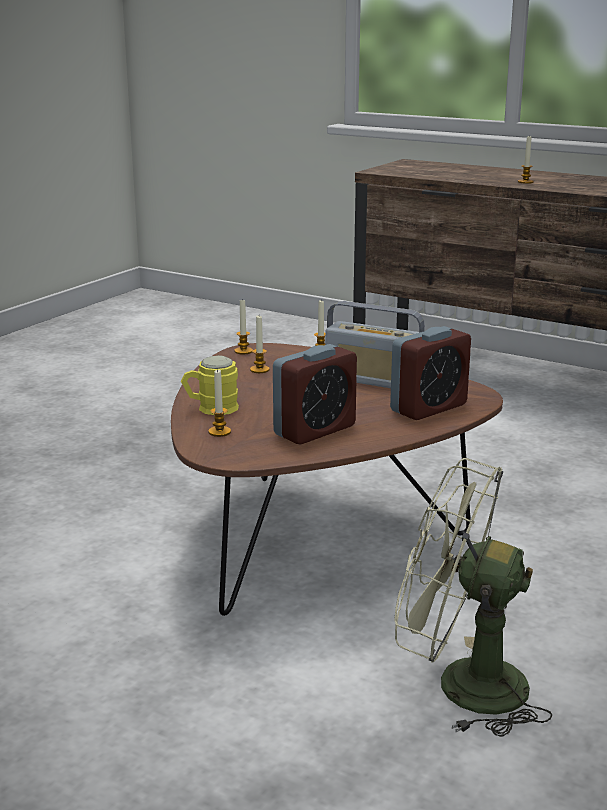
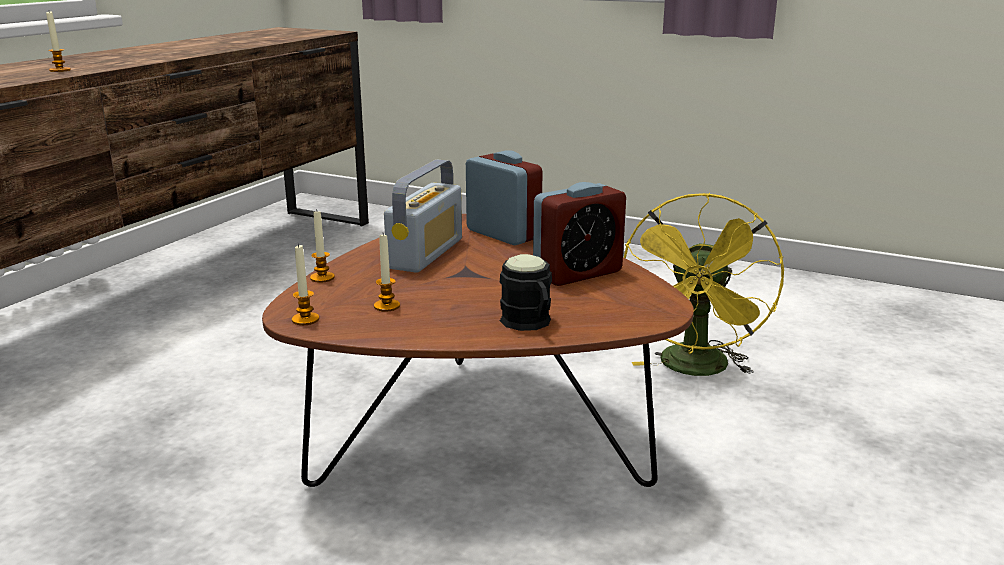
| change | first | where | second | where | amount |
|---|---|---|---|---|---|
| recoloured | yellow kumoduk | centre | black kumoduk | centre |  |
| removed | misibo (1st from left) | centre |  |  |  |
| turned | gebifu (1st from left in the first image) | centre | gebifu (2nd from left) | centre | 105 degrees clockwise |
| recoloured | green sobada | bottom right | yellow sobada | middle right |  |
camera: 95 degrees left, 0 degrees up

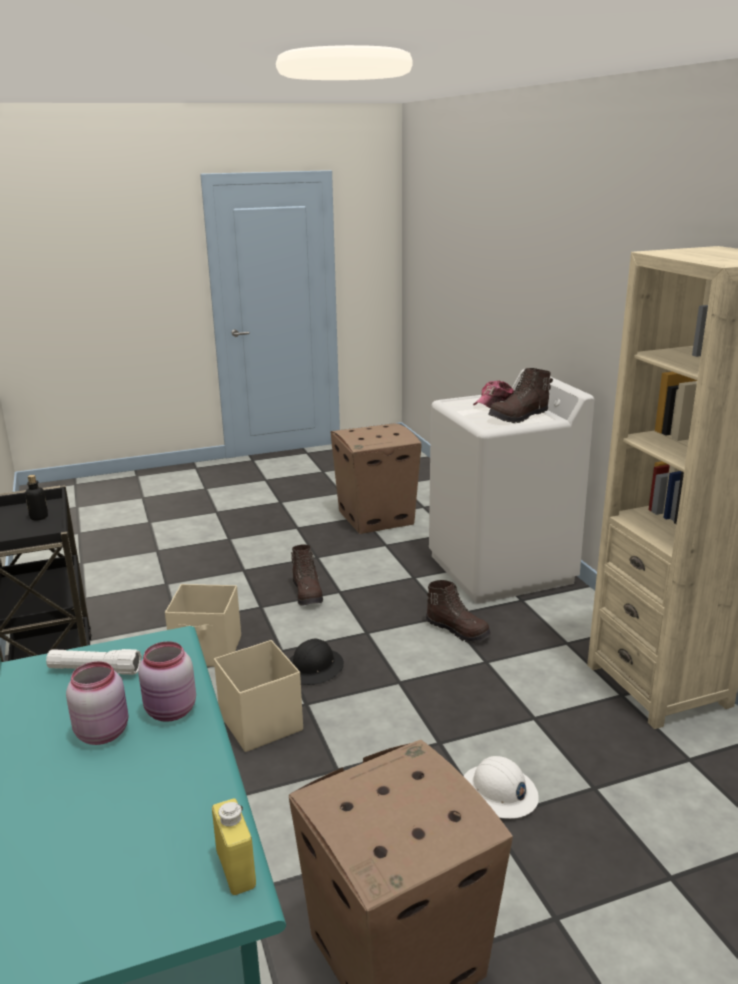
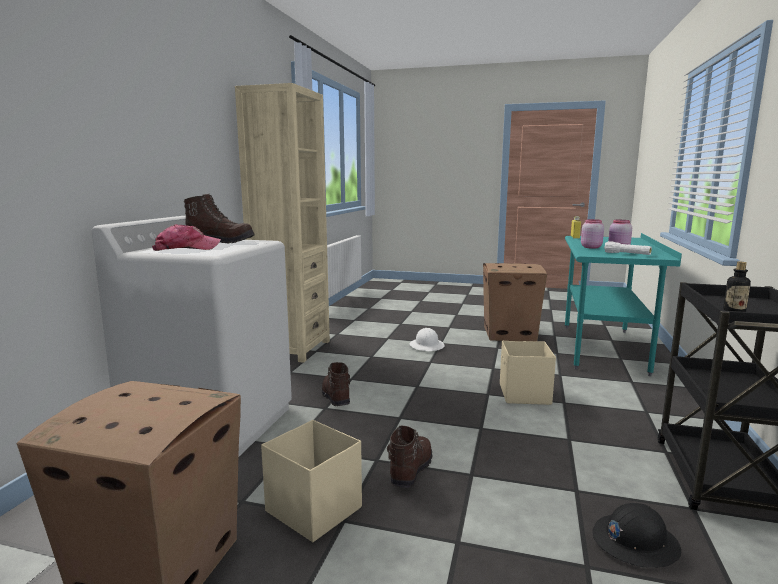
| change | first | where | second | where | amount |
|---|---|---|---|---|---|
| moved | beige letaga (1st from left) | middle left |  | bottom centre |  |
| moved | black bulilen | bottom centre |  | bottom right |  |
camera: 145 degrees left, 10 degrees down

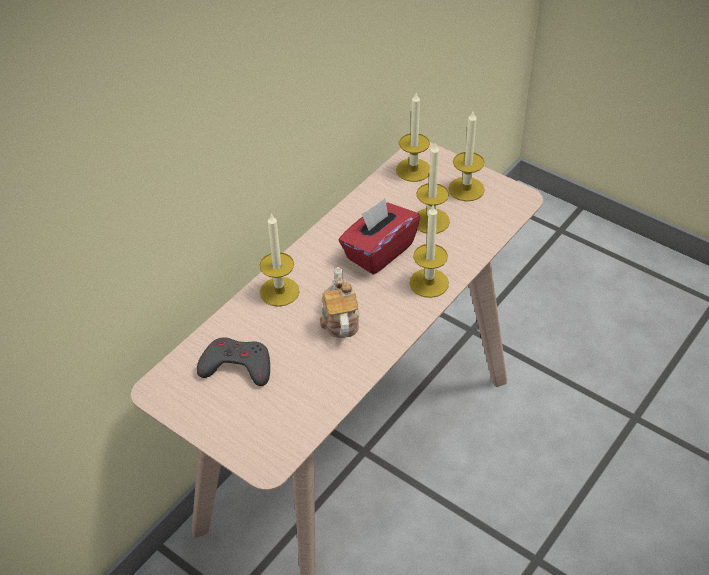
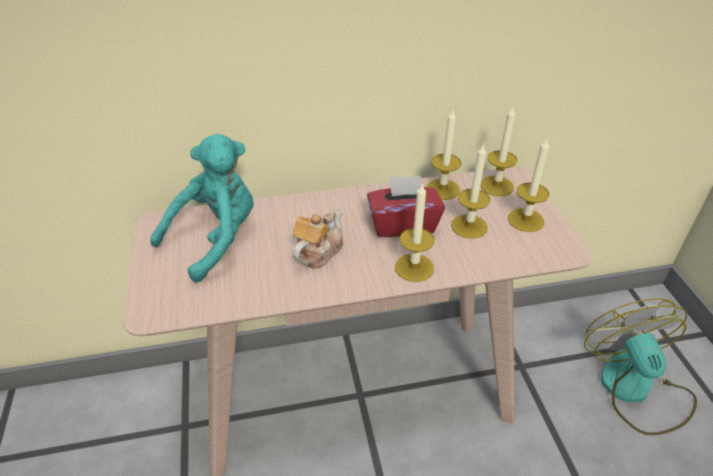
| change | first | where | second | where | amount |
|---|---|---|---|---|---|
| replaced | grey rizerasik | middle left | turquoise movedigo | middle left |  |
| moved | misibo (1st from left in the first image) | centre | misibo (2nd from left) | top centre |  |
| added |  |  | sobada | bottom right |  |
camera: 40 degrees right, 5 degrees down

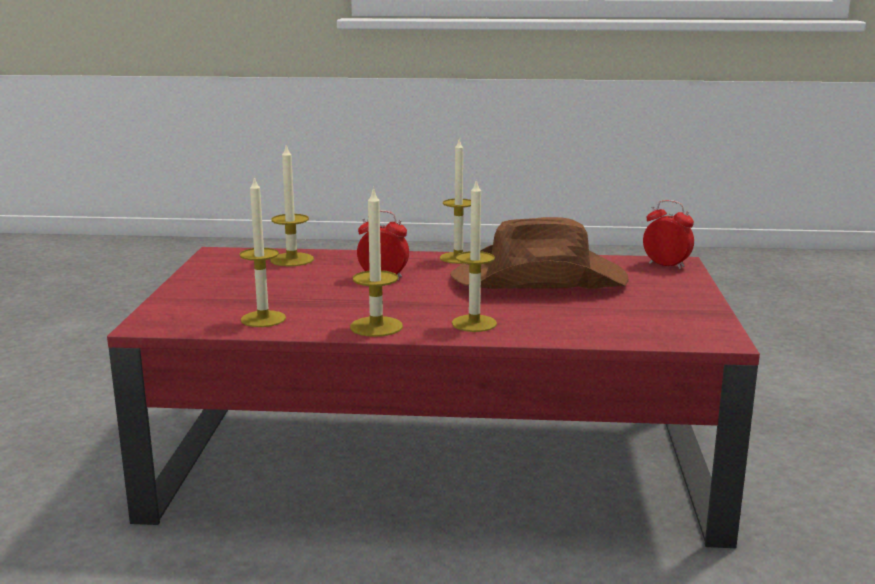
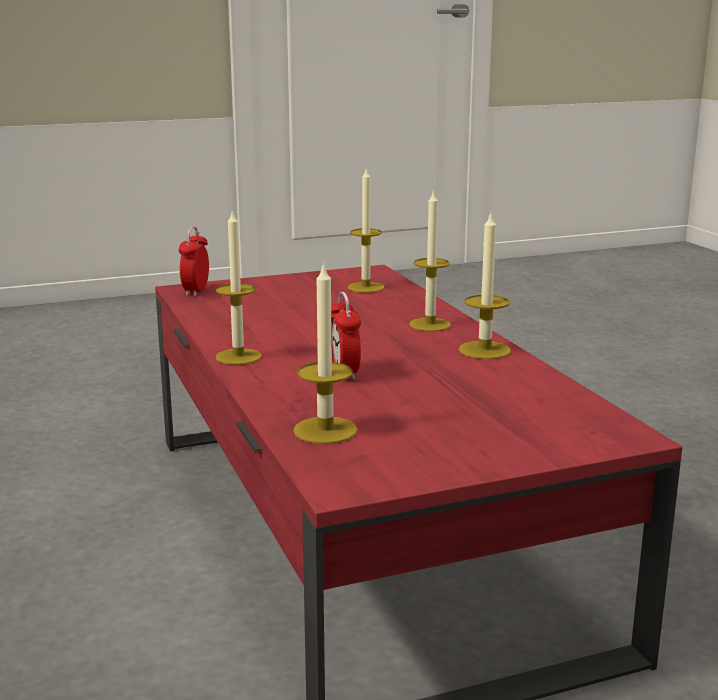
| change | first | where | second | where | amount |
|---|---|---|---|---|---|
| moved | misibo (1st from left in the first image) | middle left | misibo (3rd from left) | top centre |  |
| removed | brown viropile | centre |  |  |  |
camera: 115 degrees left, 0 degrees up

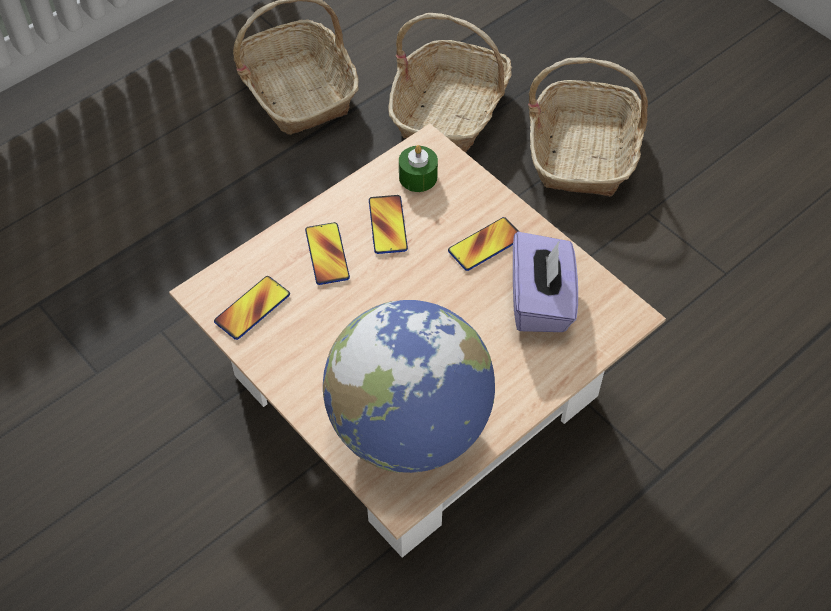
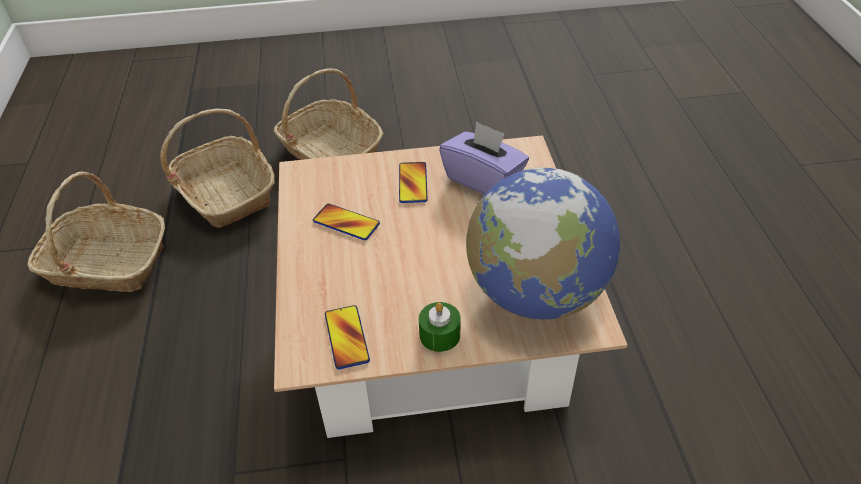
| change | first | where | second | where | amount |
|---|---|---|---|---|---|
| removed | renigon (2nd from left) | centre |  |  |  |
| moved | green misibo | top centre |  | bottom centre |  |
camera: 55 degrees left, 10 degrees down

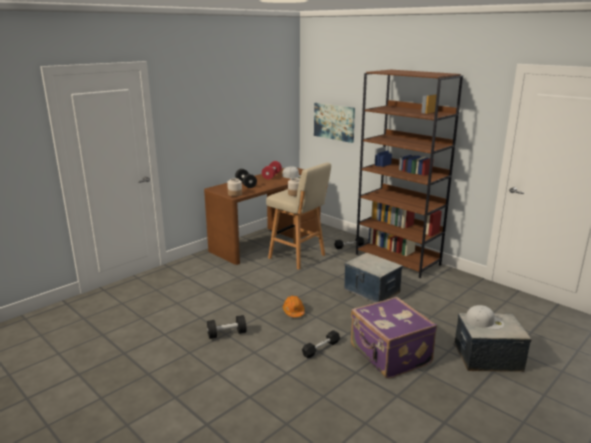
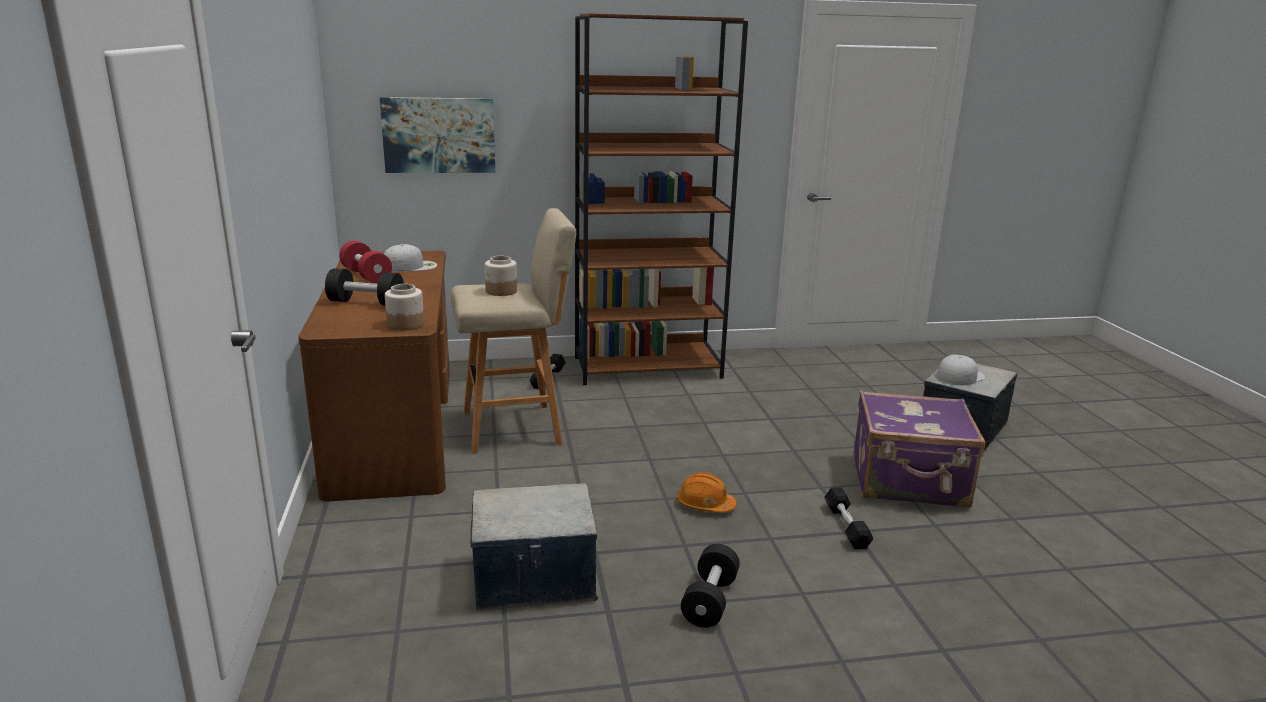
| change | first | where | second | where | amount |
|---|---|---|---|---|---|
| moved | letaga (1st from left) | centre |  | bottom centre |  |
camera: 55 degrees left, 0 degrees up

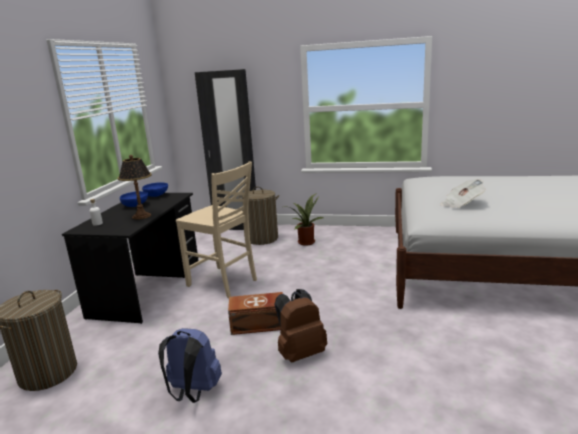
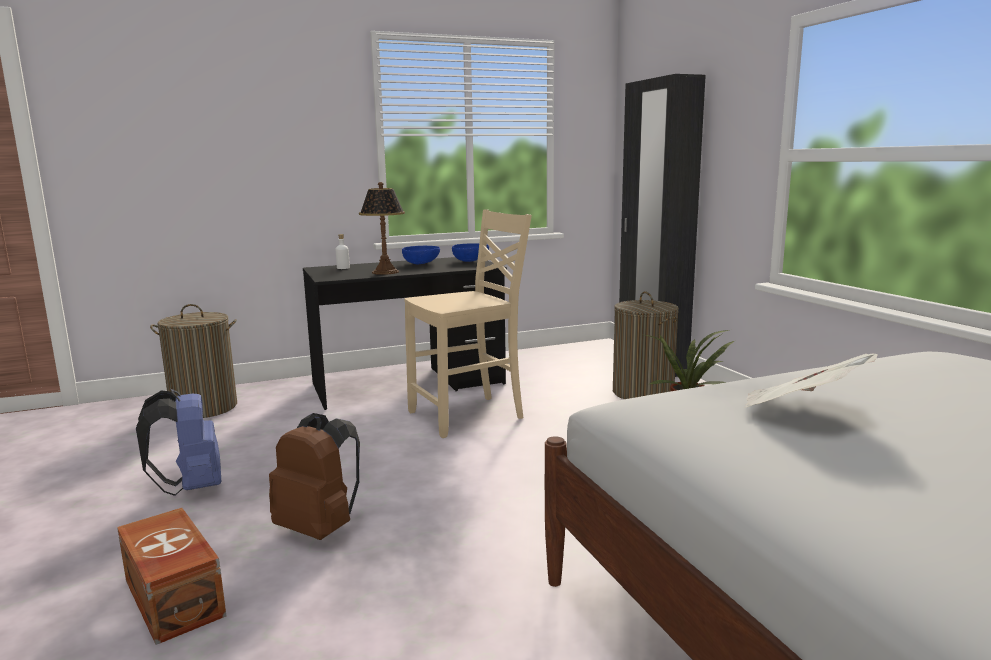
| change | first | where | second | where | amount |
|---|---|---|---|---|---|
| turned | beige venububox | centre |  | centre | 120 degrees counterclockwise |
| moved | brown letaga | bottom centre |  | bottom left |  |
camera: 55 degrees right, 5 degrees down

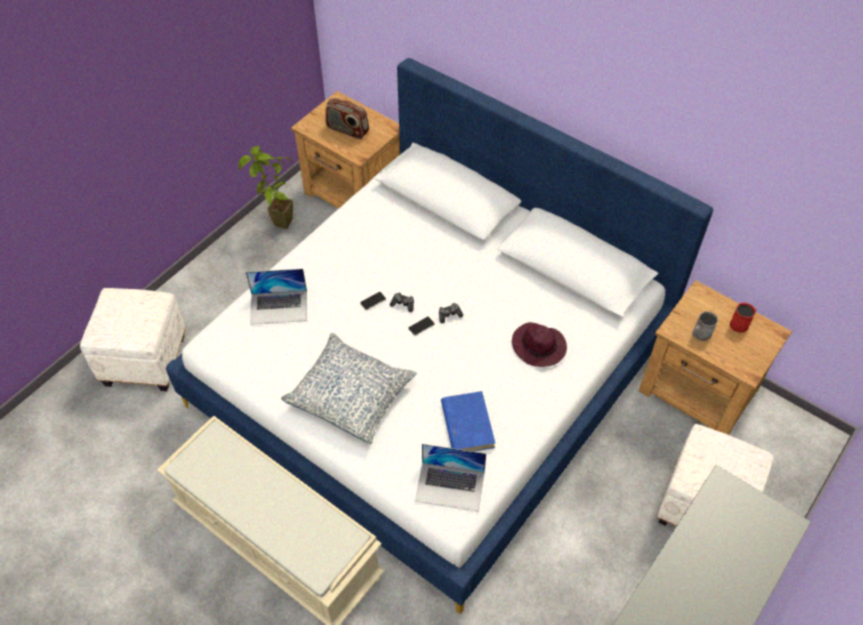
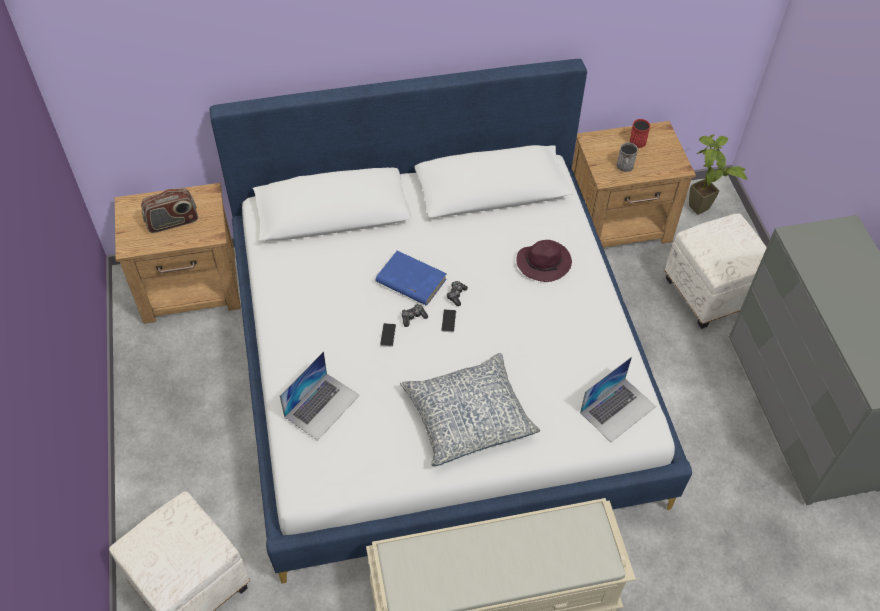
| change | first | where | second | where | amount |
|---|---|---|---|---|---|
| moved | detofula | top left |  | top right |  |
| moved | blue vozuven | bottom centre |  | centre |  |
camera: 50 degrees left, 0 degrees up

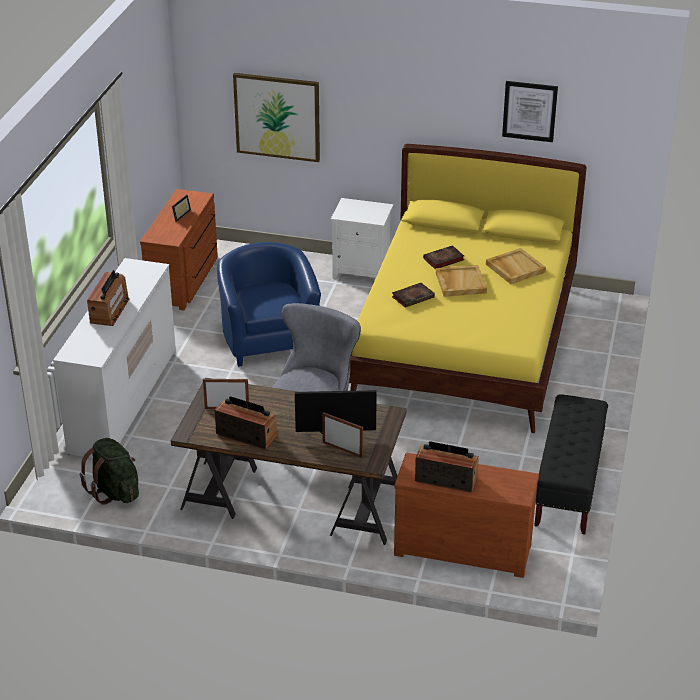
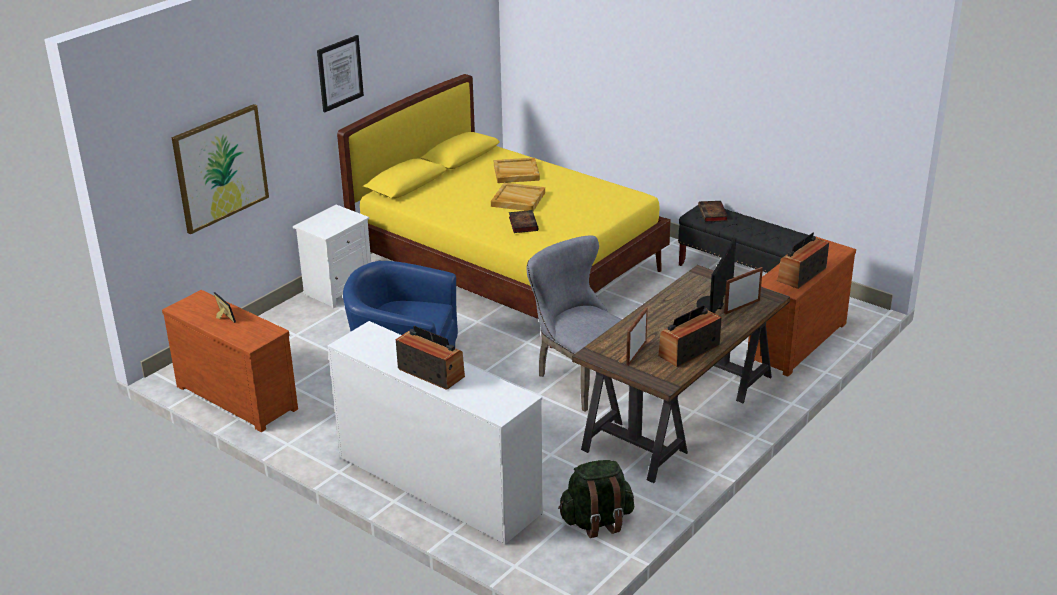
| change | first | where | second | where | amount |
|---|---|---|---|---|---|
| moved | vozuven (2nd from left) | centre |  | middle right |  |
| moved | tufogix (2nd from left) | top right |  | top left |  |
camera: 65 degrees left, 5 degrees down

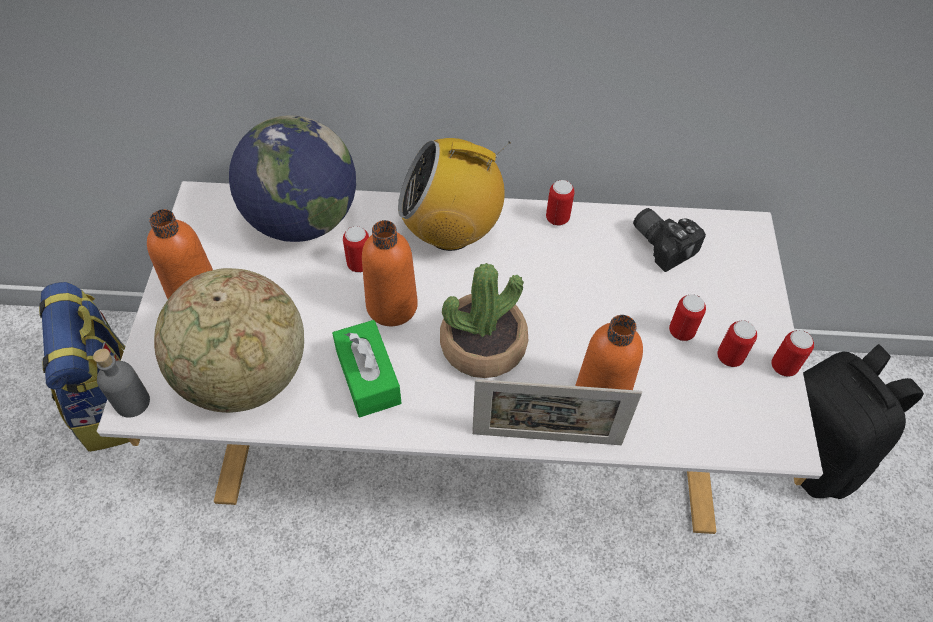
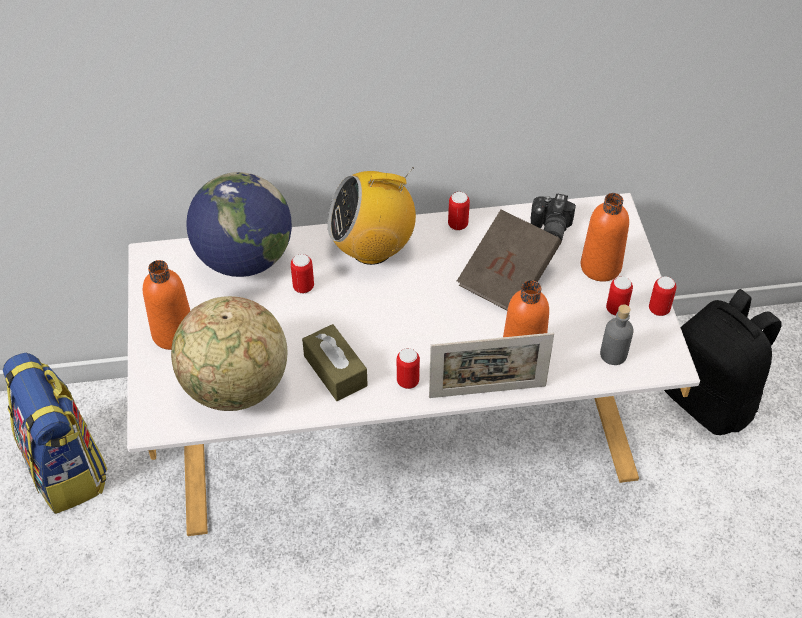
| change | first | where | second | where | amount |
|---|---|---|---|---|---|
| moved | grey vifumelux | middle left |  | middle right |  |
| recoloured | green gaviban | centre | brown gaviban | centre |  |
| moved | orange vifumelux (2nd from left in the first image) | centre | orange vifumelux (3rd from left) | middle right |  |
| removed | detofula | centre |  |  |  |
| turned | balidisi | middle right |  | middle right | 120 degrees counterclockwise |
| moved | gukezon (3rd from left in the first image) | middle right | gukezon (2nd from left) | centre |  |
| added |  |  | brown vozuven | centre |  |
camera: 10 degrees left, 5 degrees down

